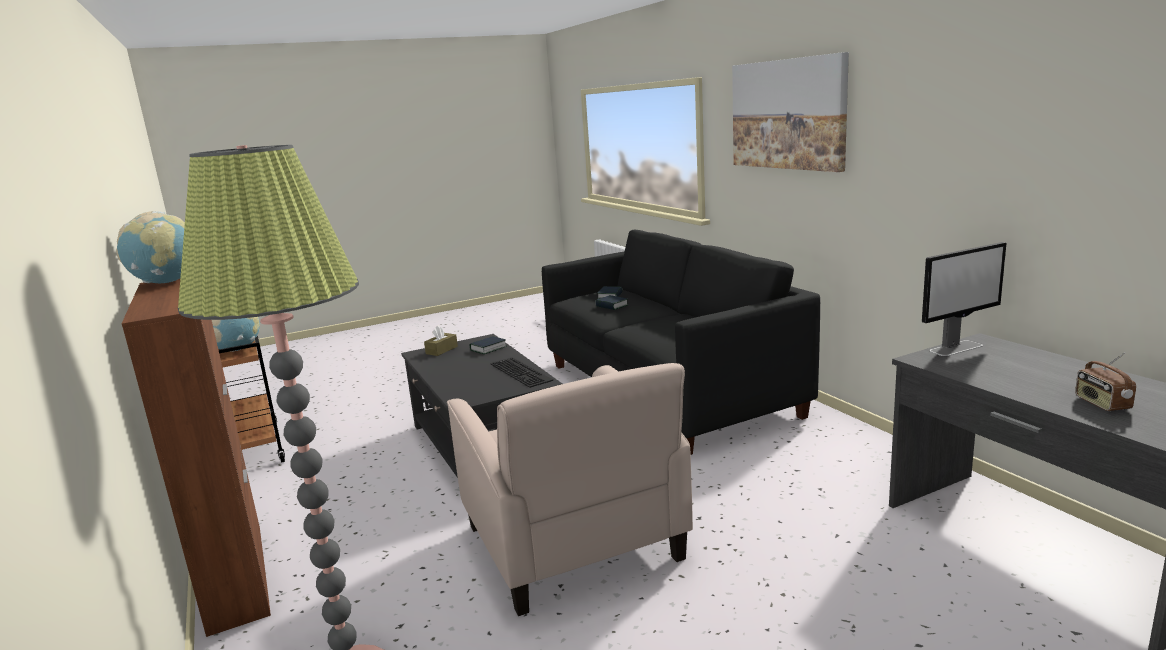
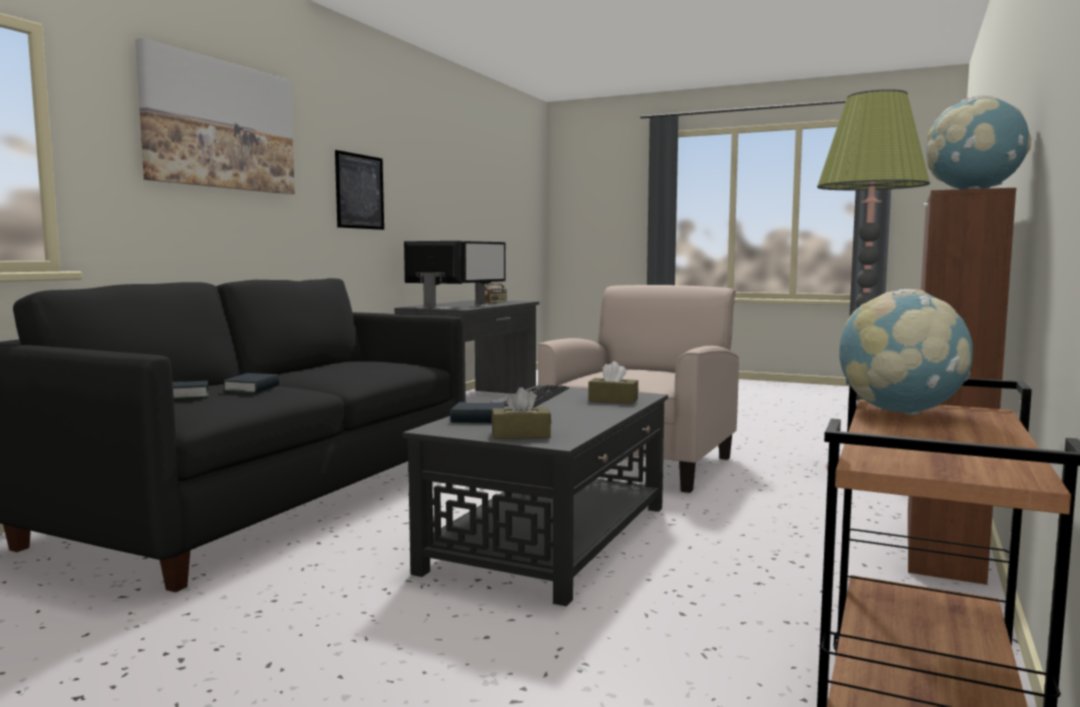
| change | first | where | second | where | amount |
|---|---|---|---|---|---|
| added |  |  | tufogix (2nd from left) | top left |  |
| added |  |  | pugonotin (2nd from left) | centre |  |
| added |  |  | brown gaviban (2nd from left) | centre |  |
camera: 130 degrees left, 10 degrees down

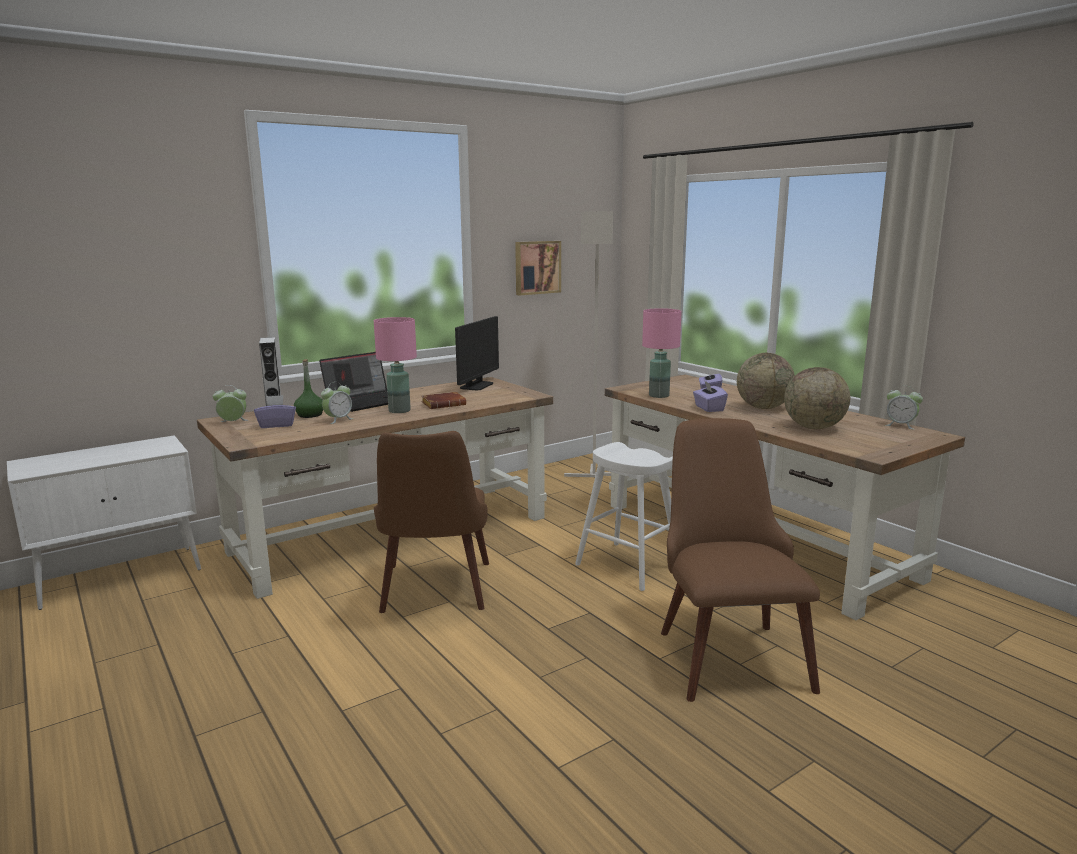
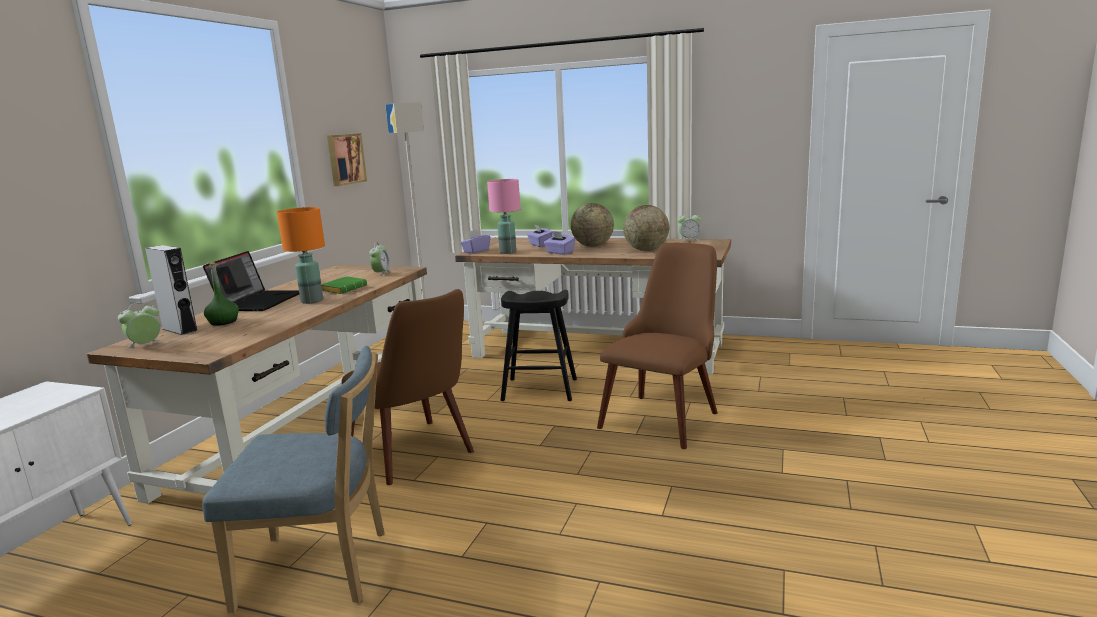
| change | first | where | second | where | amount |
|---|---|---|---|---|---|
| moved | purple gaviban (1st from left) | middle left |  | centre |  |
| moved | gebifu (2nd from left) | middle left |  | centre |  |
| recoloured | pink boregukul (1st from left) | centre | orange boregukul | middle left |  |
| recoloured | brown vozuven | centre | green vozuven | middle left |  |
| removed | pugonotin | centre |  |  |  |
| recoloured | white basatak | centre | black basatak | centre |  |
| turned | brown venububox (2nd from left) | middle right |  | centre | 75 degrees clockwise |
| added |  |  | blue venububox | bottom left |  |
camera: 35 degrees left, 0 degrees up

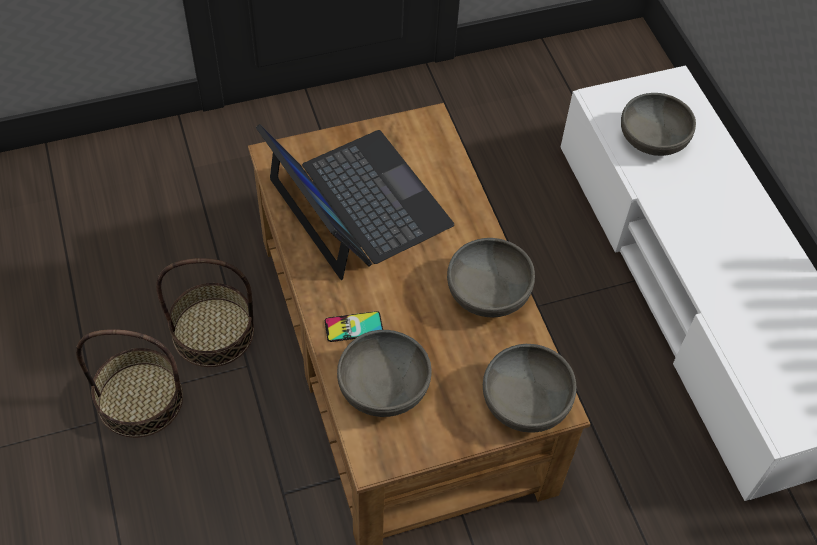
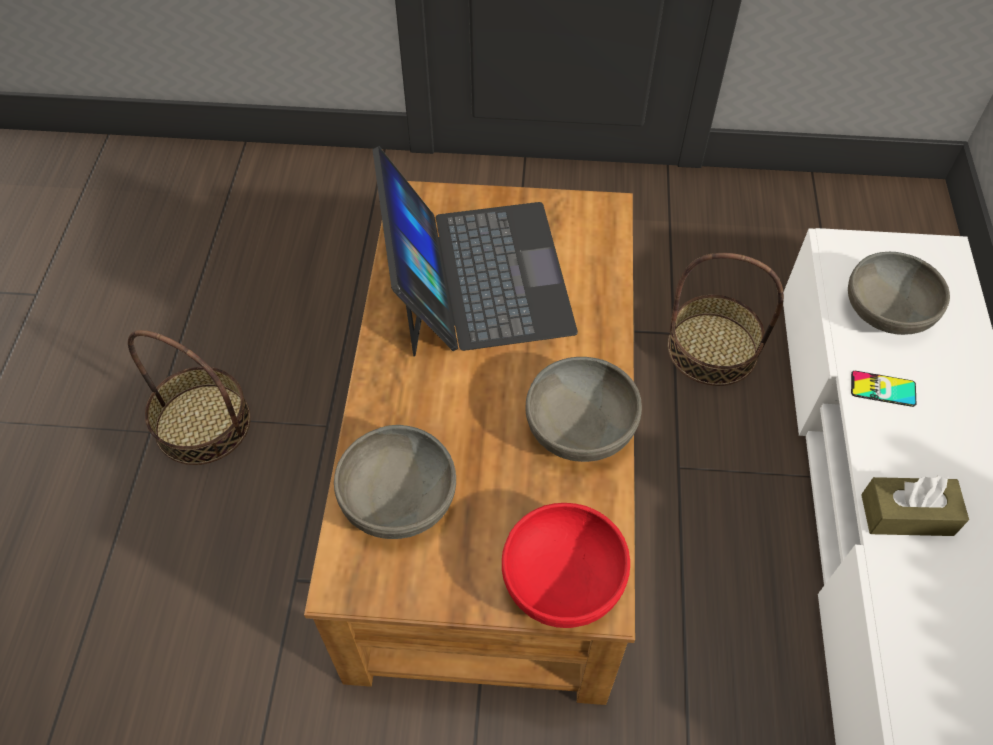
| change | first | where | second | where | amount |
|---|---|---|---|---|---|
| moved | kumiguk (2nd from left) | middle left |  | middle right |  |
| moved | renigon | centre |  | middle right |  |
| recoloured | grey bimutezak (3rd from left) | bottom centre | red bimutezak | bottom centre |  |
| added |  |  | brown gaviban | bottom right |  |
camera: 25 degrees right, 0 degrees up

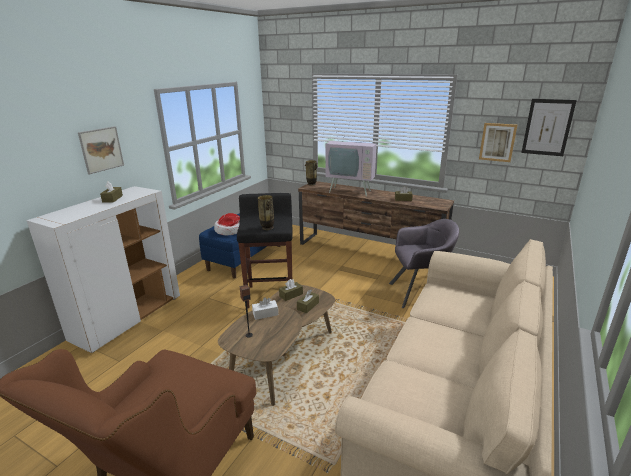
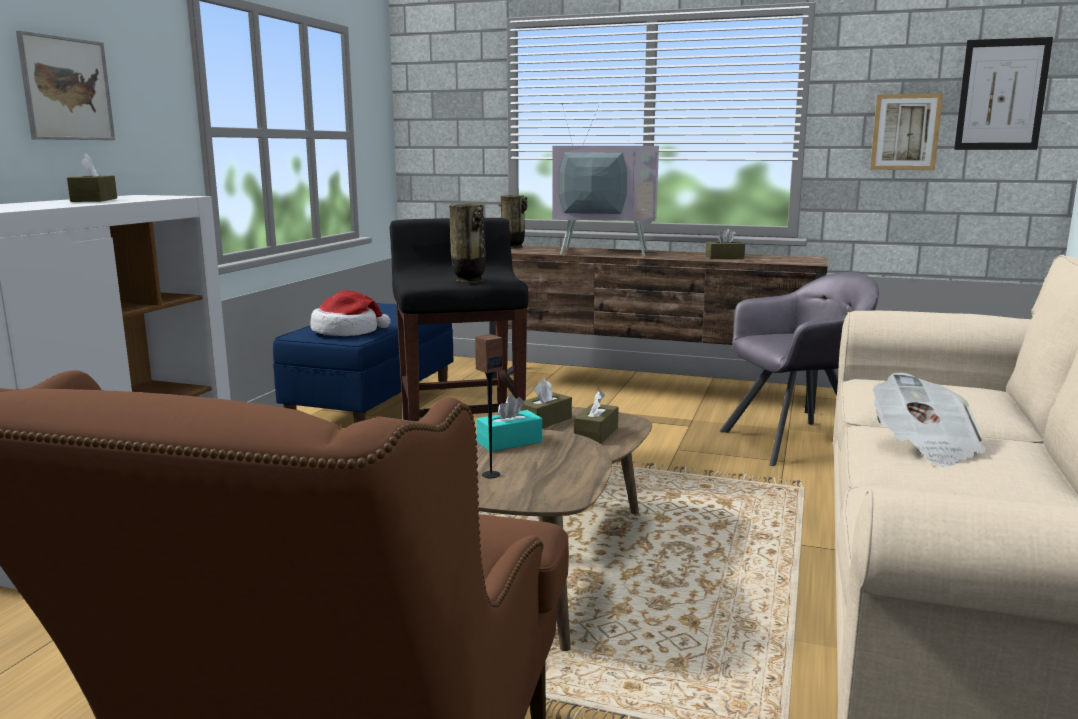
| change | first | where | second | where | amount |
|---|---|---|---|---|---|
| recoloured | white gaviban | centre | turquoise gaviban | centre |  |
| added |  |  | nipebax | middle right |  |
camera: 10 degrees left, 10 degrees down

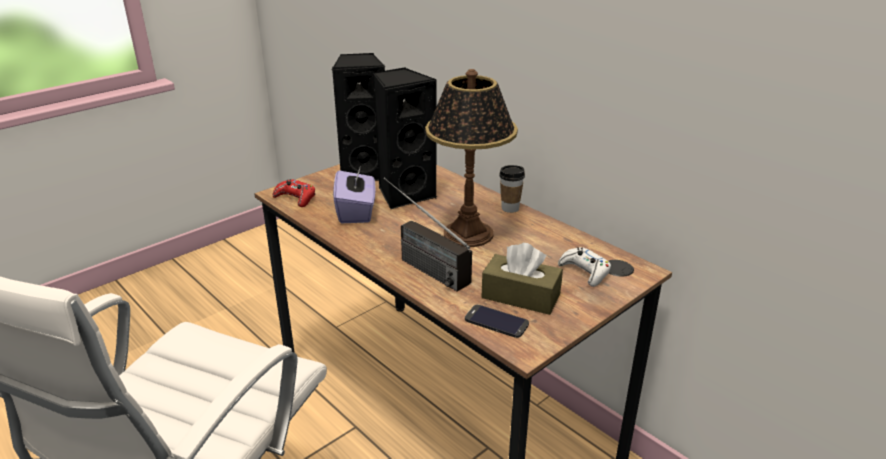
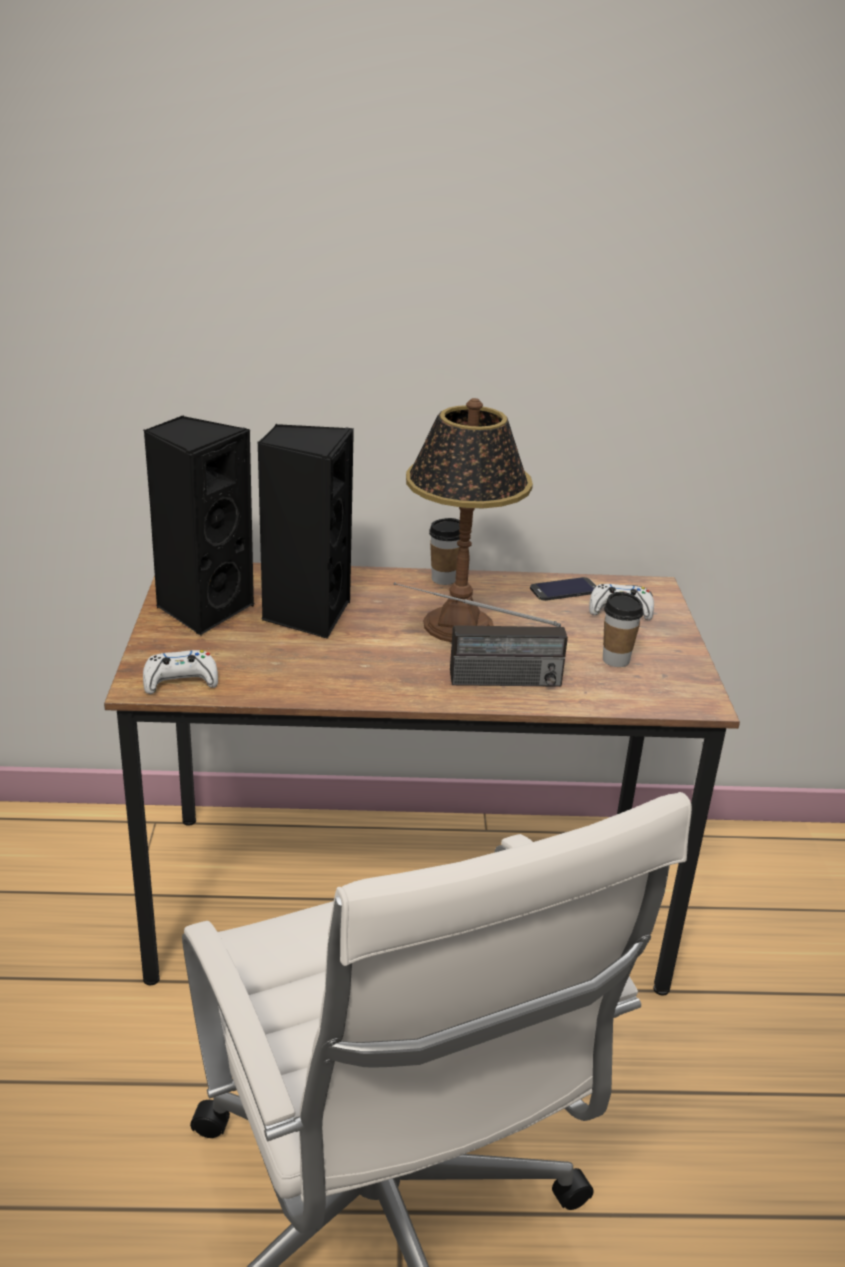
| change | first | where | second | where | amount |
|---|---|---|---|---|---|
| recoloured | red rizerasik | middle left | white rizerasik (1st from left) | middle left |  |
| removed | purple gaviban | centre |  |  |  |
| moved | renigon | bottom centre |  | centre |  |
| replaced | brown gaviban | centre | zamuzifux (2nd from left) | middle right |  |
camera: 50 degrees left, 0 degrees up

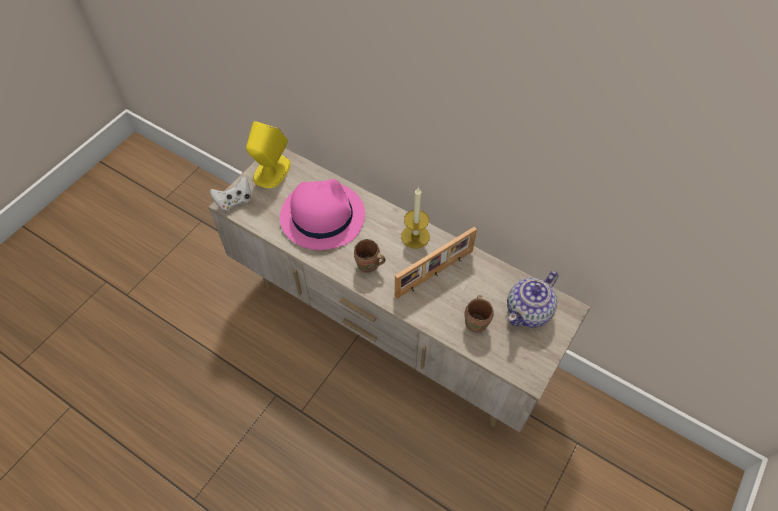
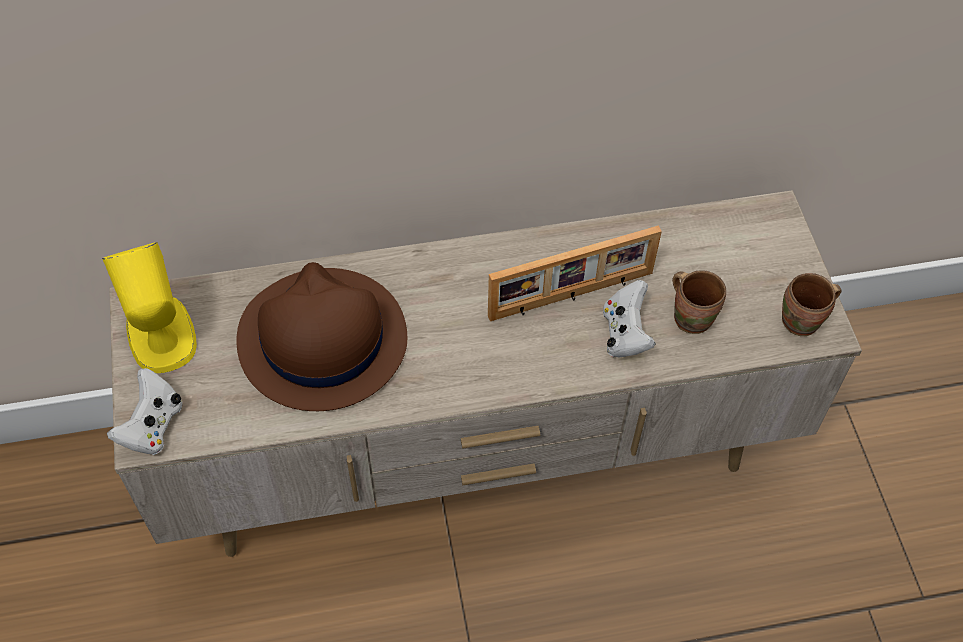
| change | first | where | second | where | amount |
|---|---|---|---|---|---|
| recoloured | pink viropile | centre | brown viropile | centre |  |
| moved | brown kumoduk (1st from left in the first image) | centre | brown kumoduk (2nd from left) | middle right |  |
| turned | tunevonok | centre |  | centre | 60 degrees clockwise |
| removed | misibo | centre |  |  |  |
| removed | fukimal | middle right |  |  |  |
| added |  |  | white rizerasik (2nd from left) | centre |  |
camera: 45 degrees left, 0 degrees up

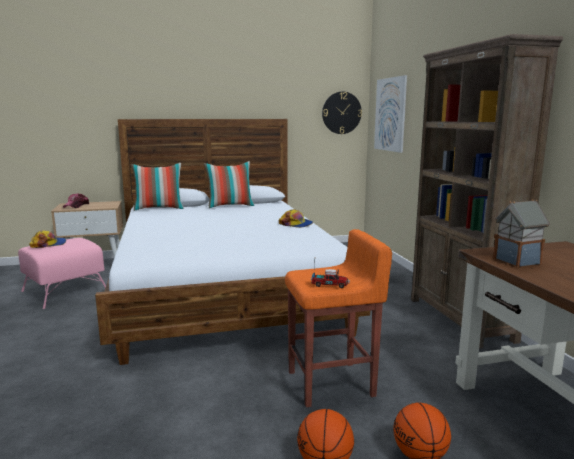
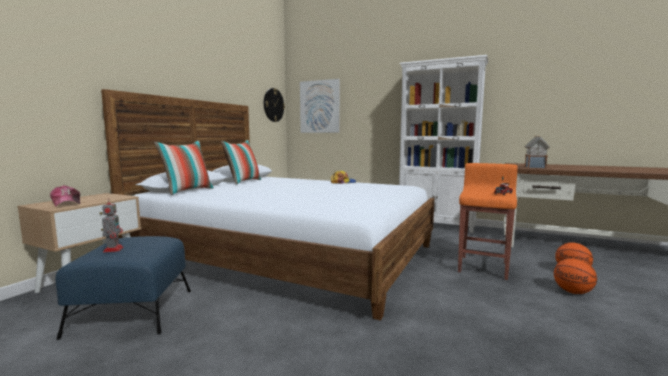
| change | first | where | second | where | amount |
|---|---|---|---|---|---|
| recoloured | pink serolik | middle left | blue serolik | bottom left |  |
| replaced | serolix (1st from left) | middle left | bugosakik | middle left |  |
| recoloured | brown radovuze | middle right | white radovuze | centre |  |
camera: 50 degrees left, 5 degrees down

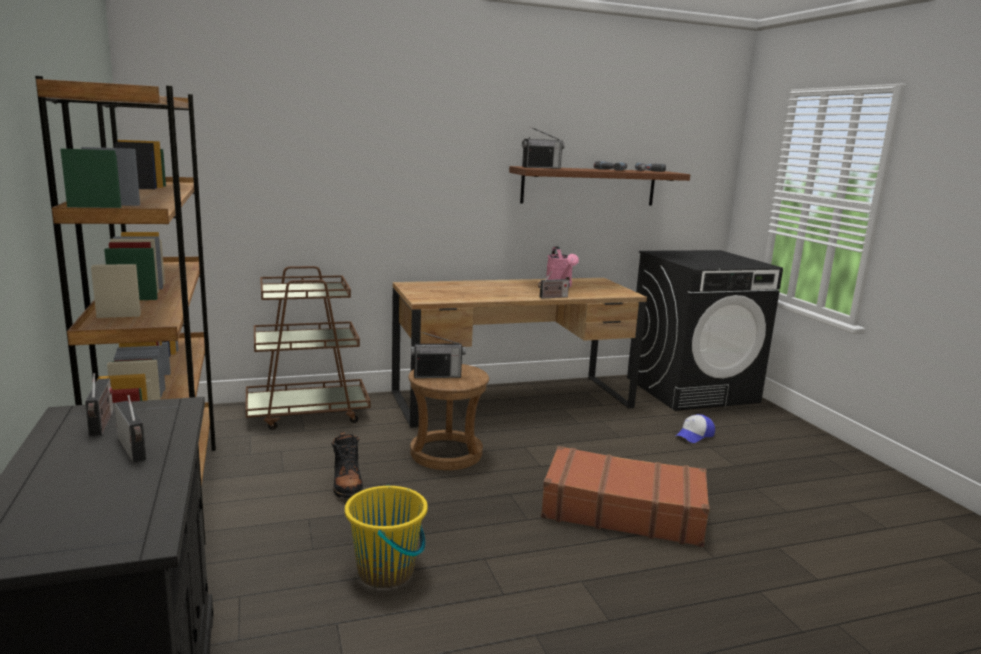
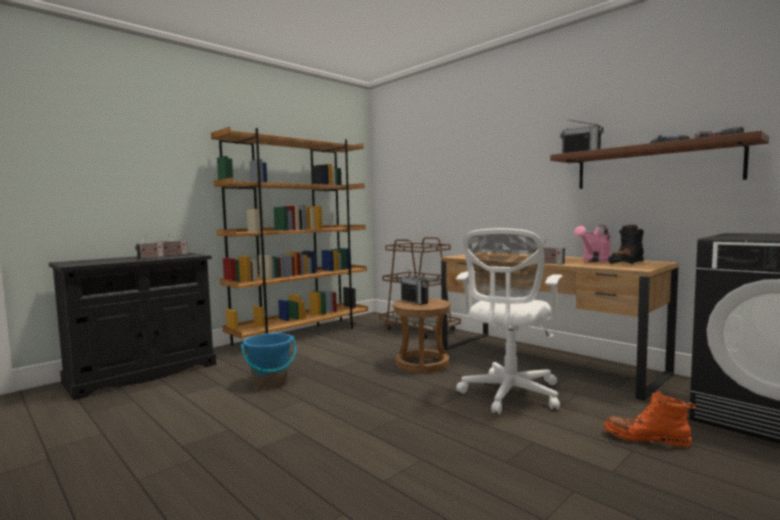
| change | first | where | second | where | amount |
|---|---|---|---|---|---|
| moved | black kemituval | bottom centre |  | middle right |  |
| recoloured | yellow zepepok | bottom centre | blue zepepok | bottom centre |  |
| removed | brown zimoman | bottom centre |  |  |  |
| replaced | serolix | middle right | orange kemituval | bottom right |  |
| added |  |  | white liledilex | centre |  |
camera: 65 degrees right, 10 degrees down

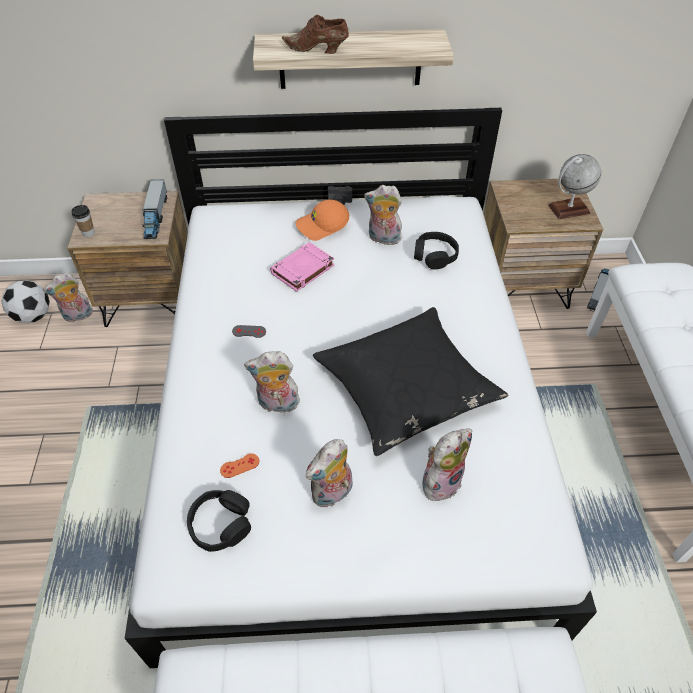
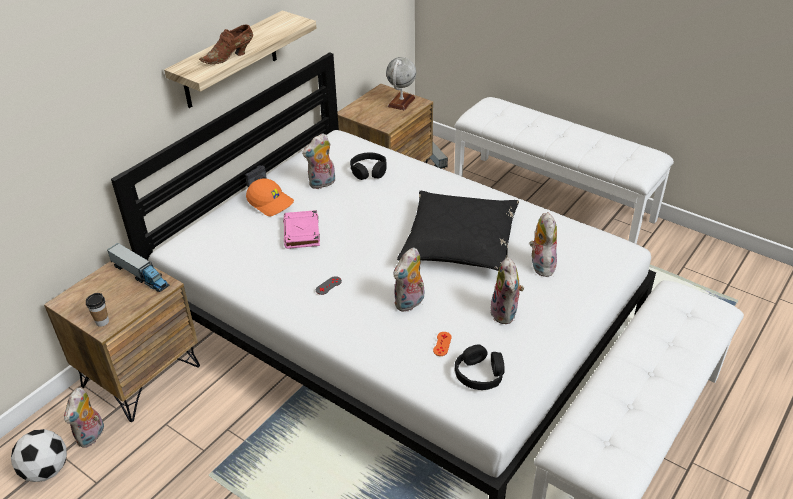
| change | first | where | second | where | amount |
|---|---|---|---|---|---|
| turned | orange serolix | top centre |  | centre | 75 degrees counterclockwise |
camera: 50 degrees left, 10 degrees down

